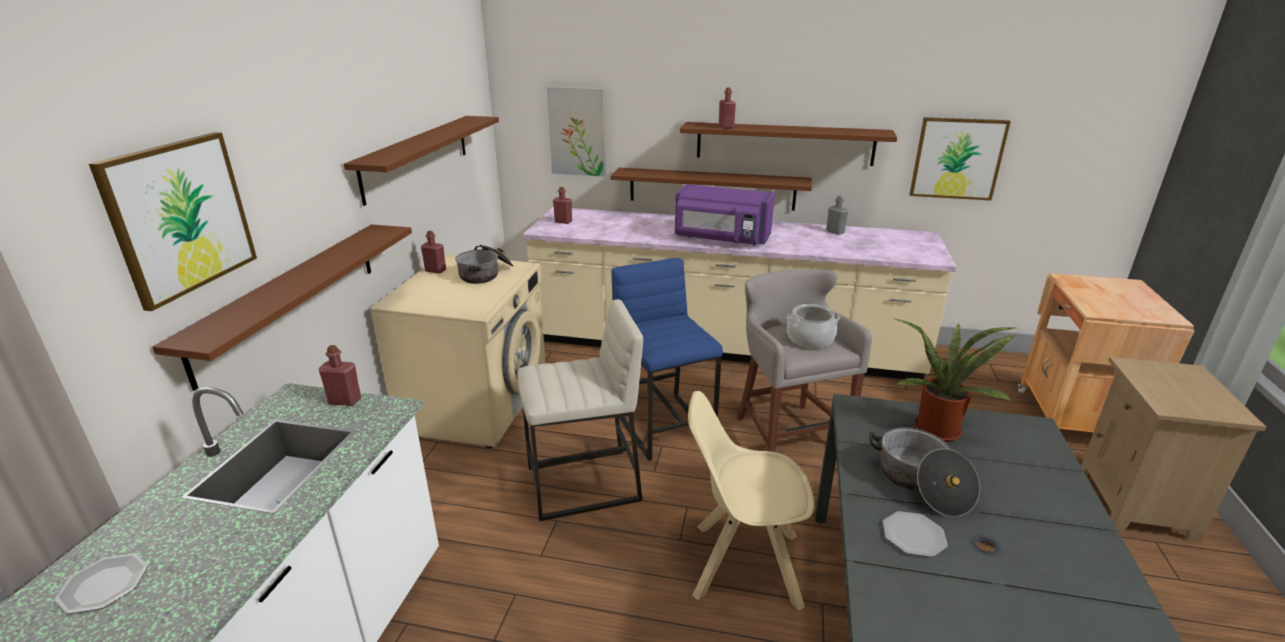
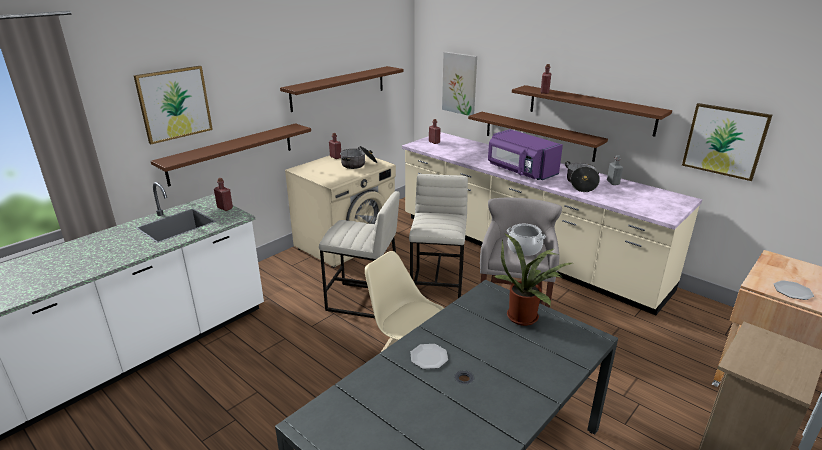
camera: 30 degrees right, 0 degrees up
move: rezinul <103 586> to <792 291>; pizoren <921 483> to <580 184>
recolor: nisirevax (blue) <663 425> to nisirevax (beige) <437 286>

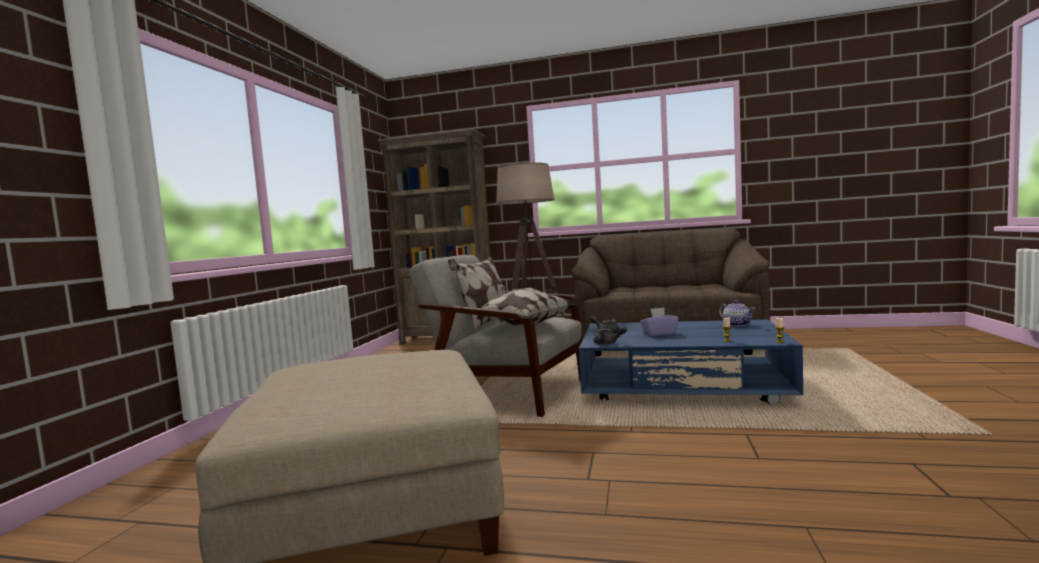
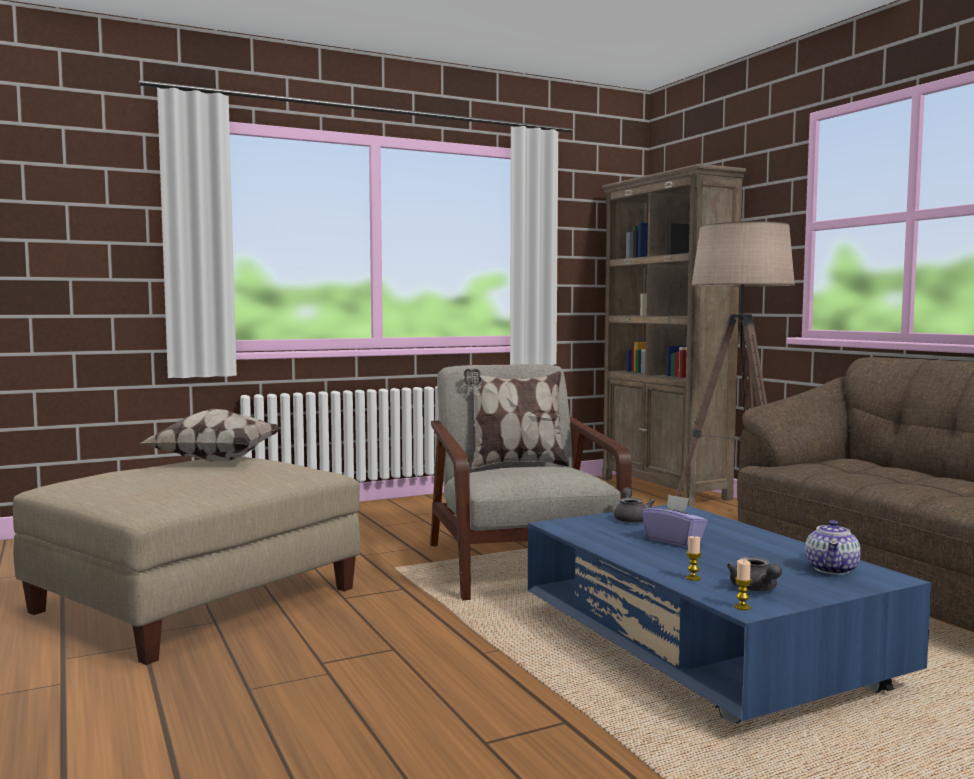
camera: 50 degrees right, 0 degrees up
move: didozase <523 326> to <215 460>; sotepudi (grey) <608 343> to <755 589>

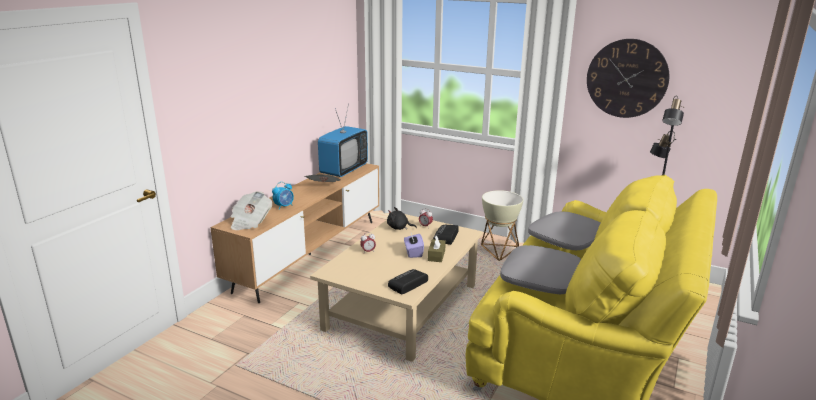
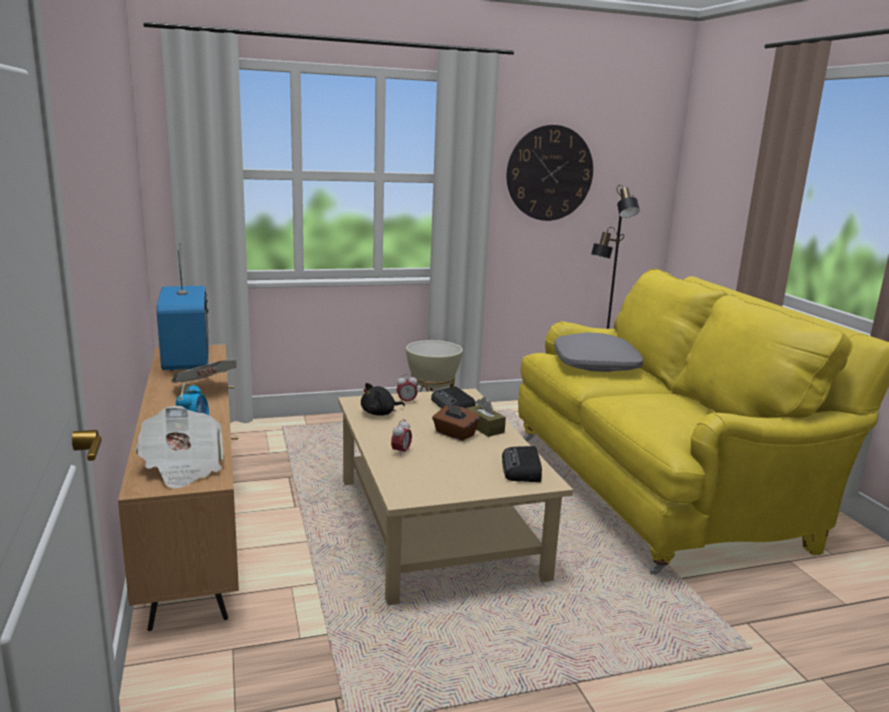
camera: 45 degrees left, 5 degrees down
delete: didozase (grey) <541 279>
recolor: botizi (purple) <413 252> to botizi (brown) <454 434>

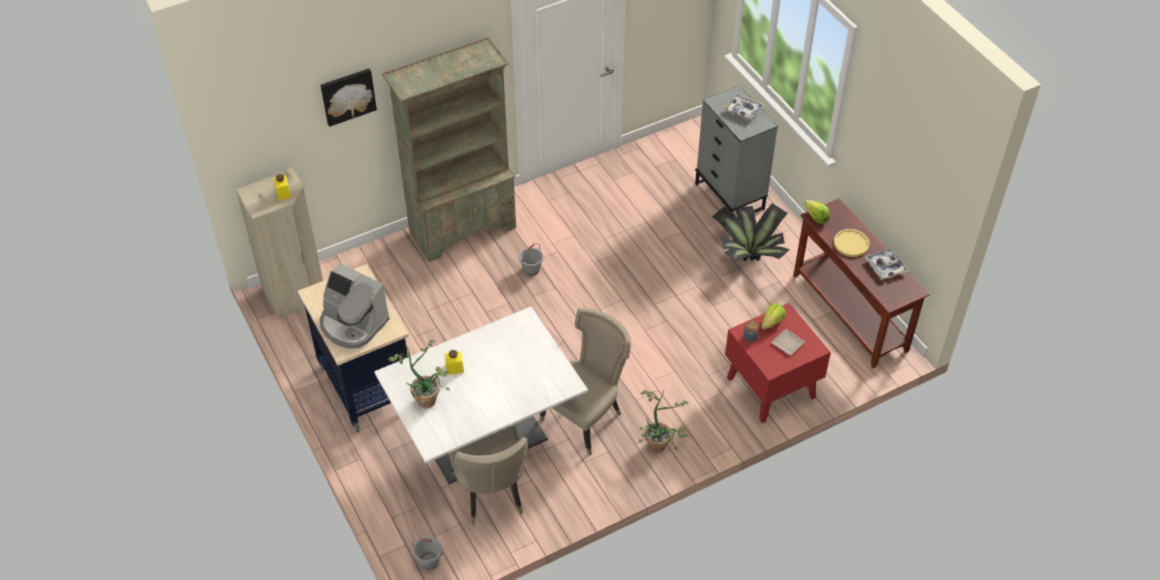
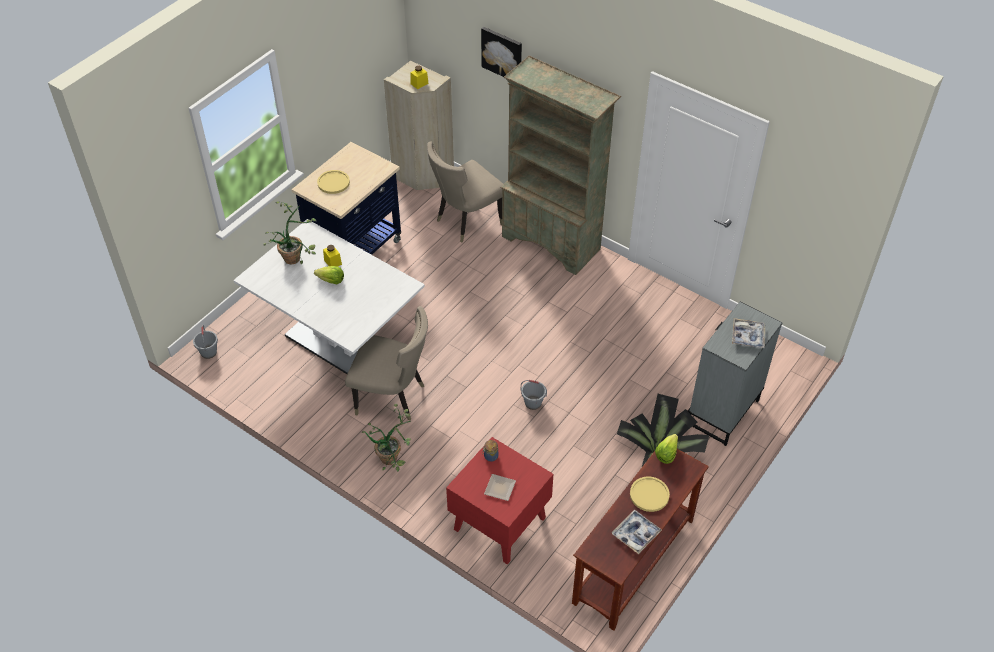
camera: 65 degrees right, 0 degrees up
move: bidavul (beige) <491 496> to <466 221>; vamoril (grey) <531 270> to <533 403>; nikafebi <772 322> to <331 281>
replace: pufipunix <353 324> to rezinul (yellow) <333 182>

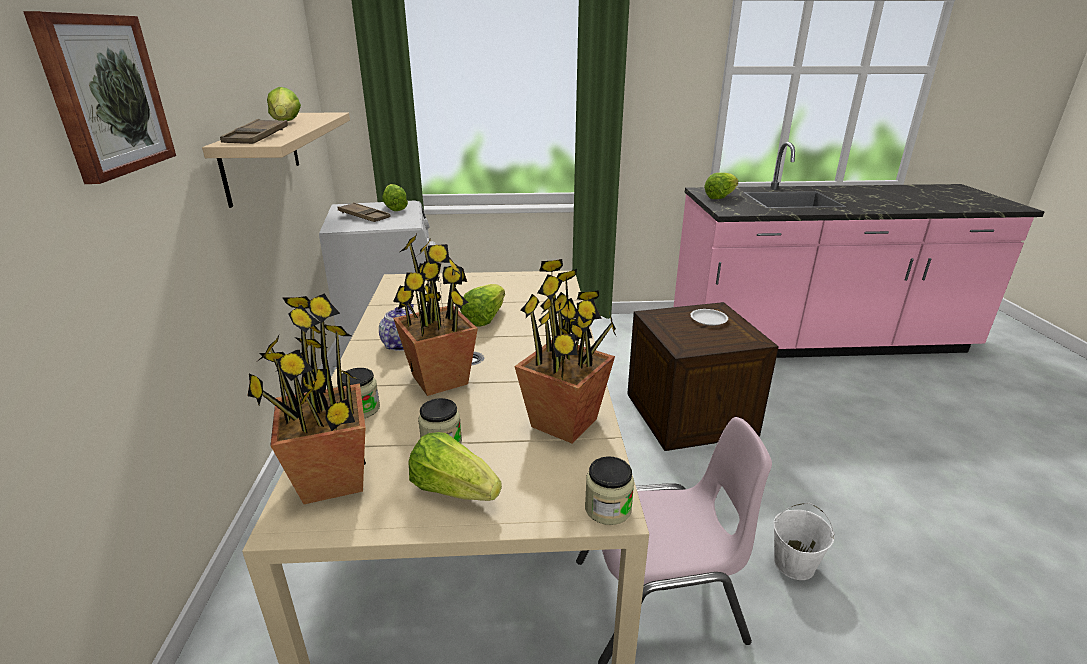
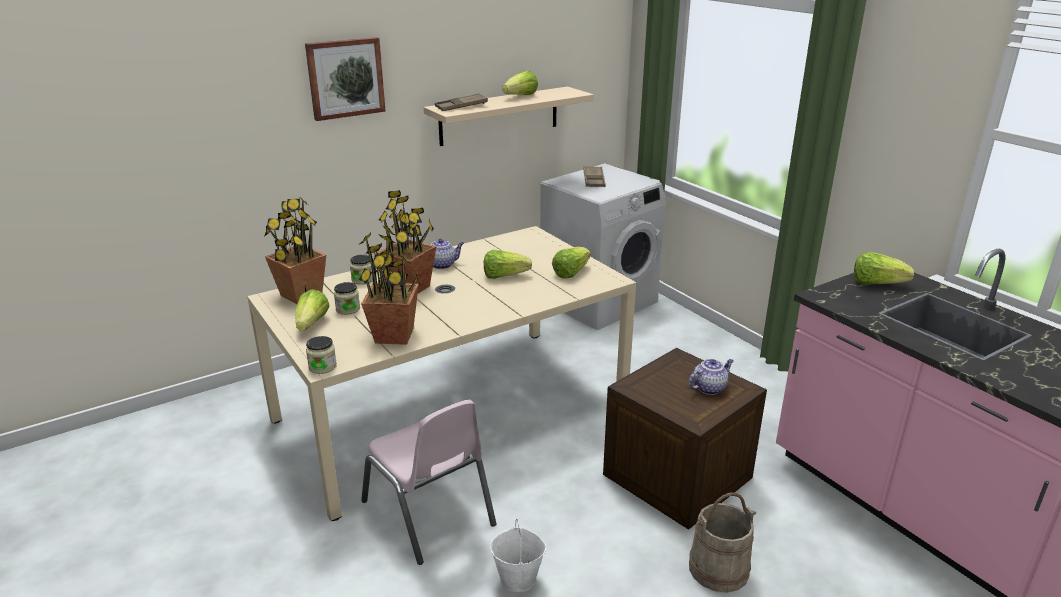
camera: 60 degrees right, 0 degrees up
insert: vamoril (beige) <718 569>
move: nikafebi <395 208> to <571 273>
replace: rezinul (white) <708 319> to sotepudi <709 388>

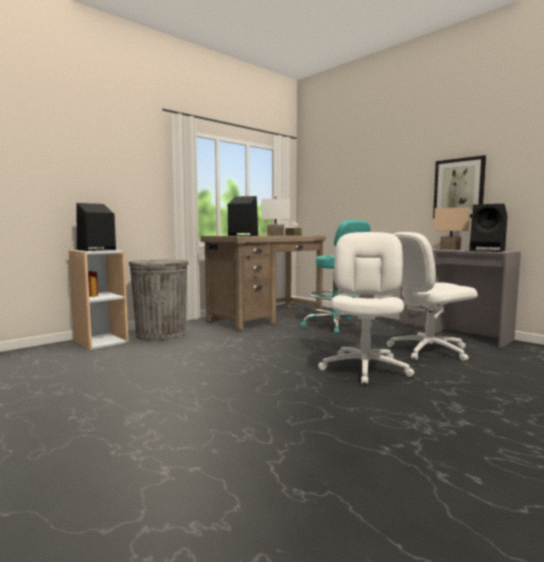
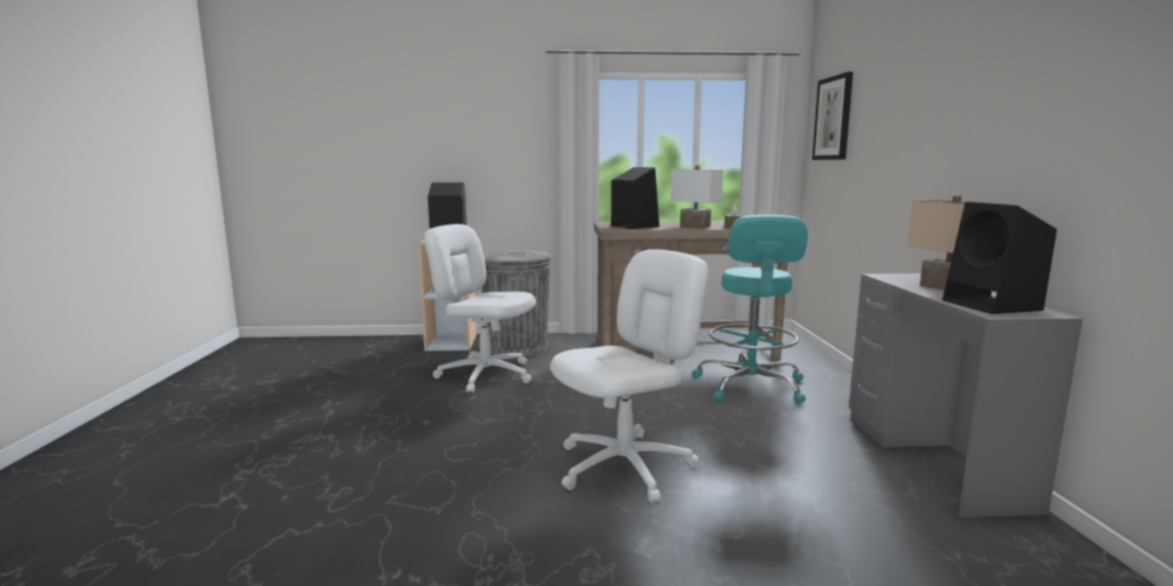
camera: 40 degrees right, 5 degrees up
move: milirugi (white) <428 350> to <486 374>; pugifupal <459 188> to <833 118>

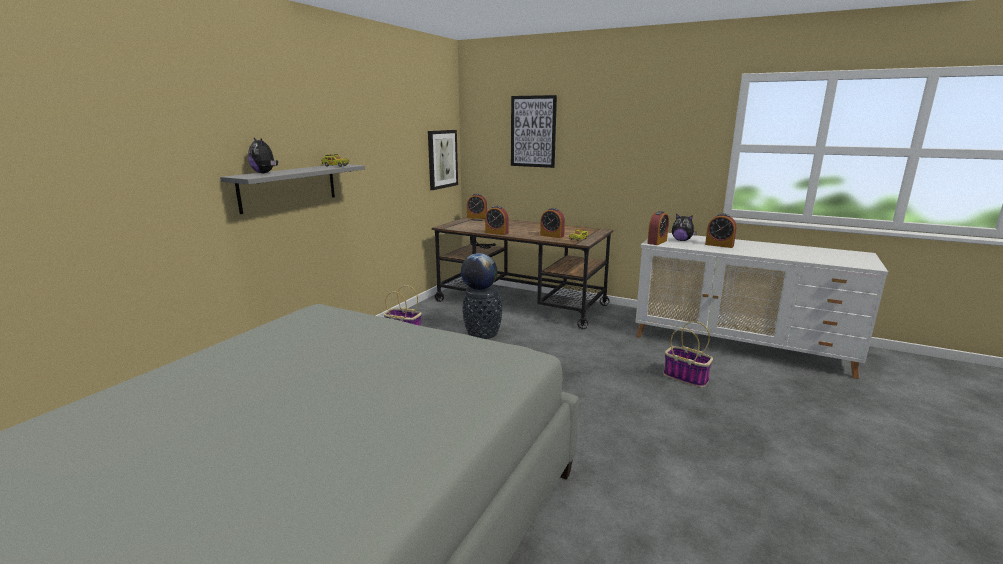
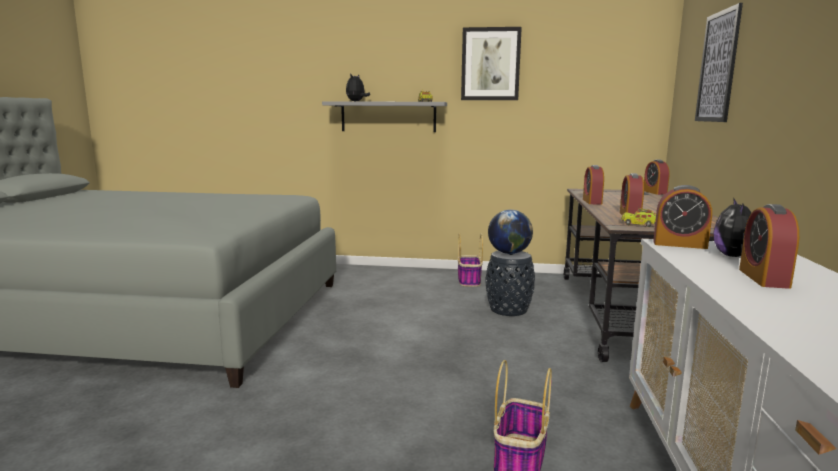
camera: 70 degrees right, 5 degrees down
move: pugifupal <442 159> to <490 64>

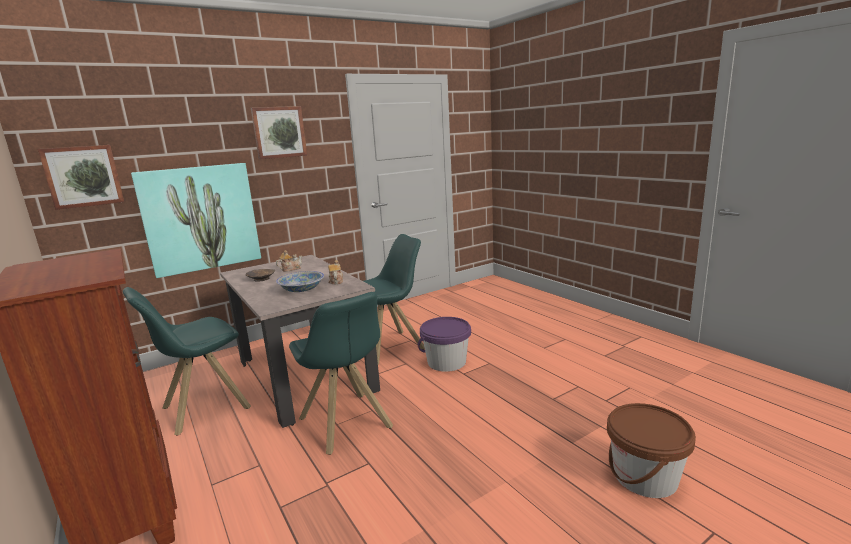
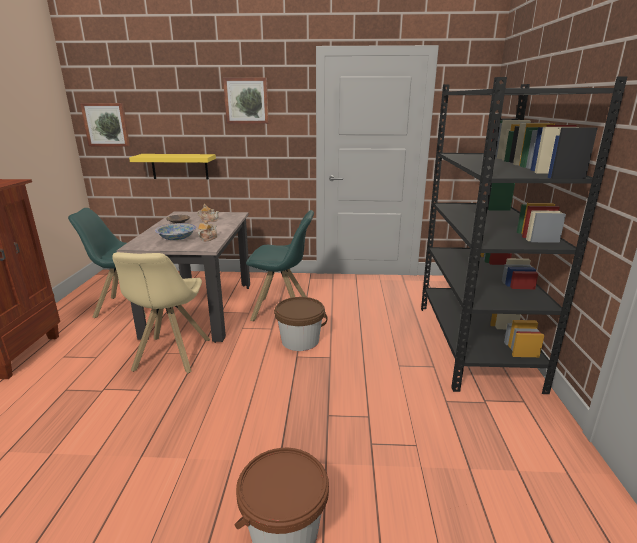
camera: 35 degrees right, 5 degrees up
insert: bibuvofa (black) <474 344>
replace: pugifupal <200 218> to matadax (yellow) <180 166>
recolor: bidavul (turquoise) <346 423> to bidavul (beige) <171 355>; vamoril (purple) <446 362> to vamoril (brown) <300 341>

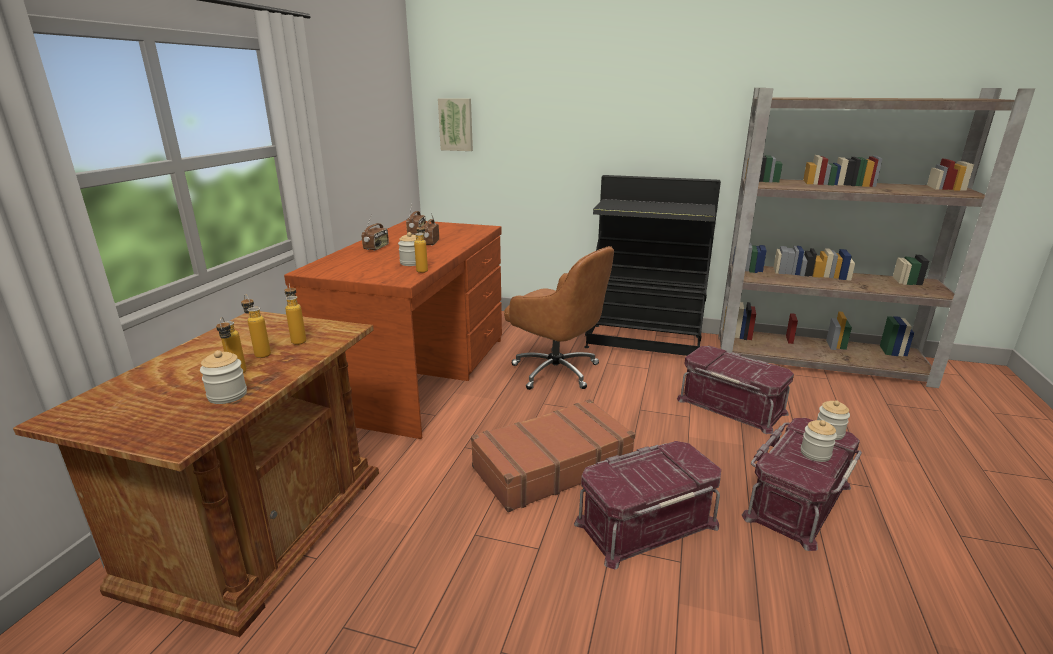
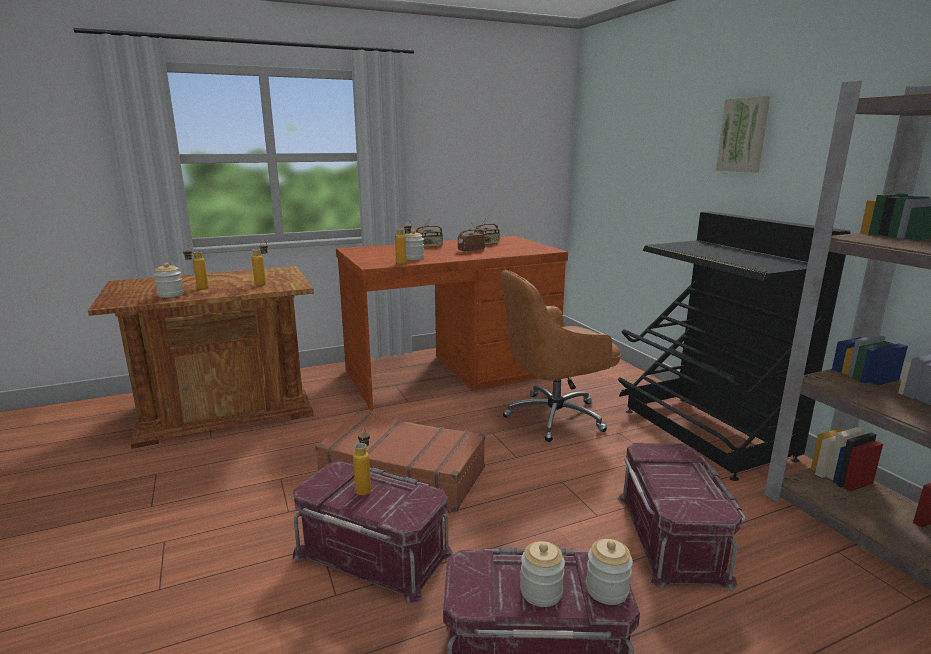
camera: 50 degrees right, 5 degrees down
move: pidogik <260 353> to <364 487>; pugifupal <456 124> to <744 135>
rotate: milirugi (brown) <555 371> = <554 416> 75 degrees clockwise

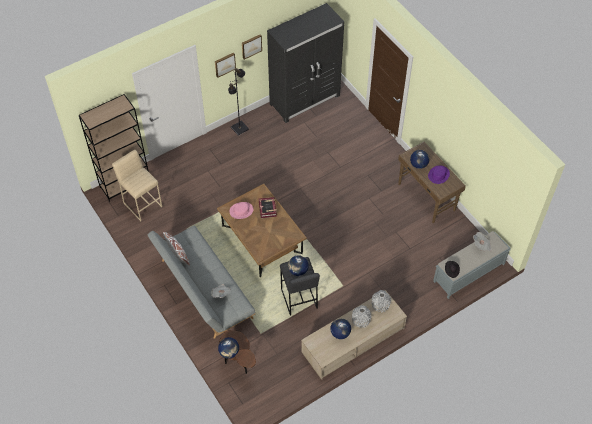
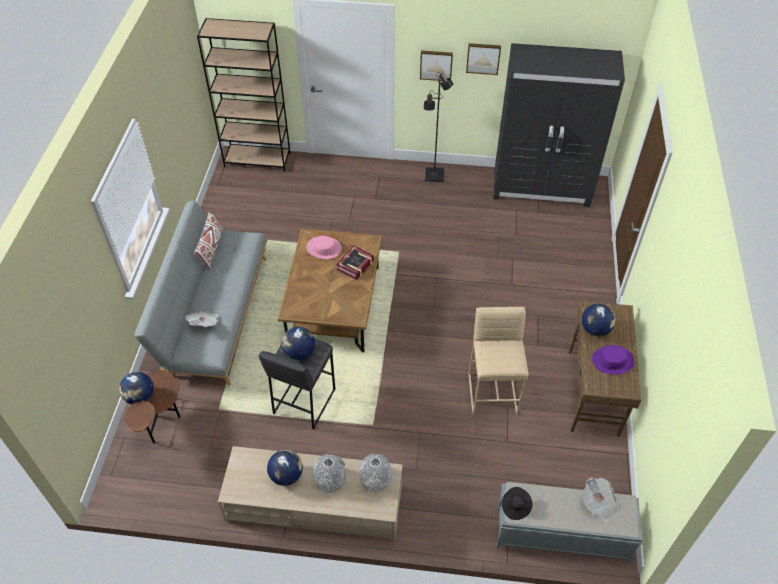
camera: 40 degrees right, 5 degrees down
move: nisirevax (beige) <142 204> to <492 393>

